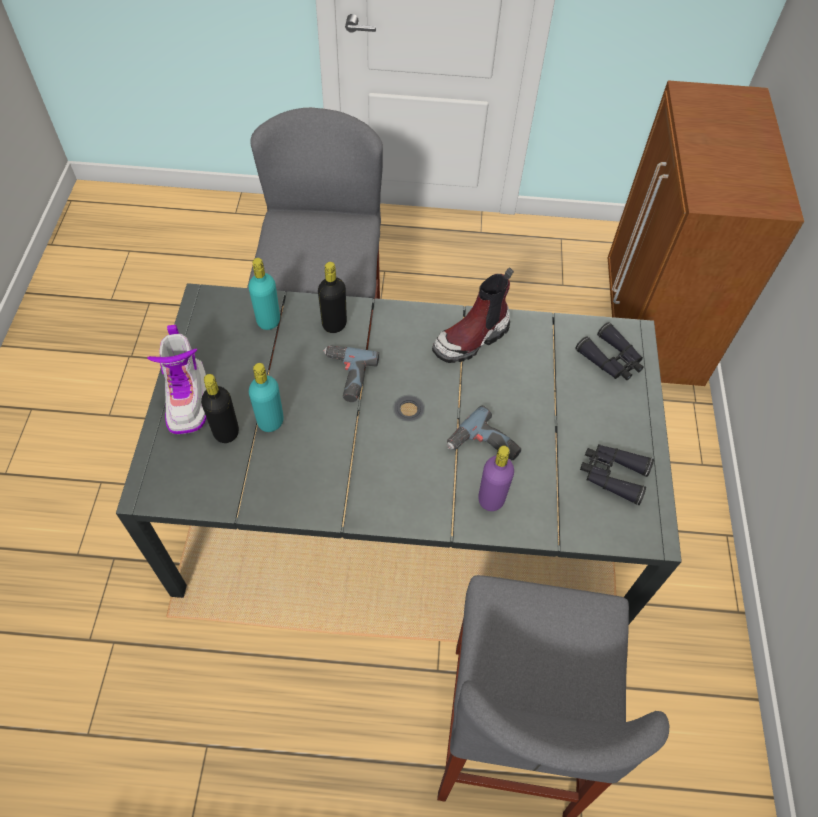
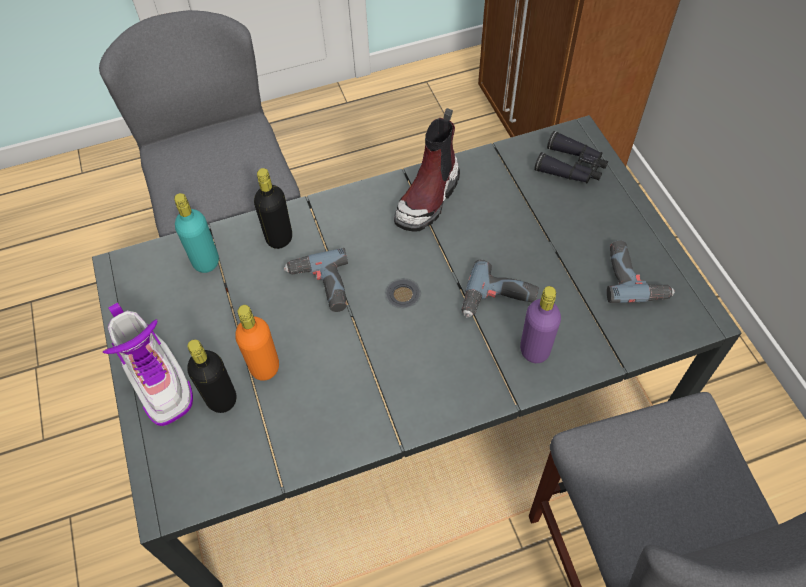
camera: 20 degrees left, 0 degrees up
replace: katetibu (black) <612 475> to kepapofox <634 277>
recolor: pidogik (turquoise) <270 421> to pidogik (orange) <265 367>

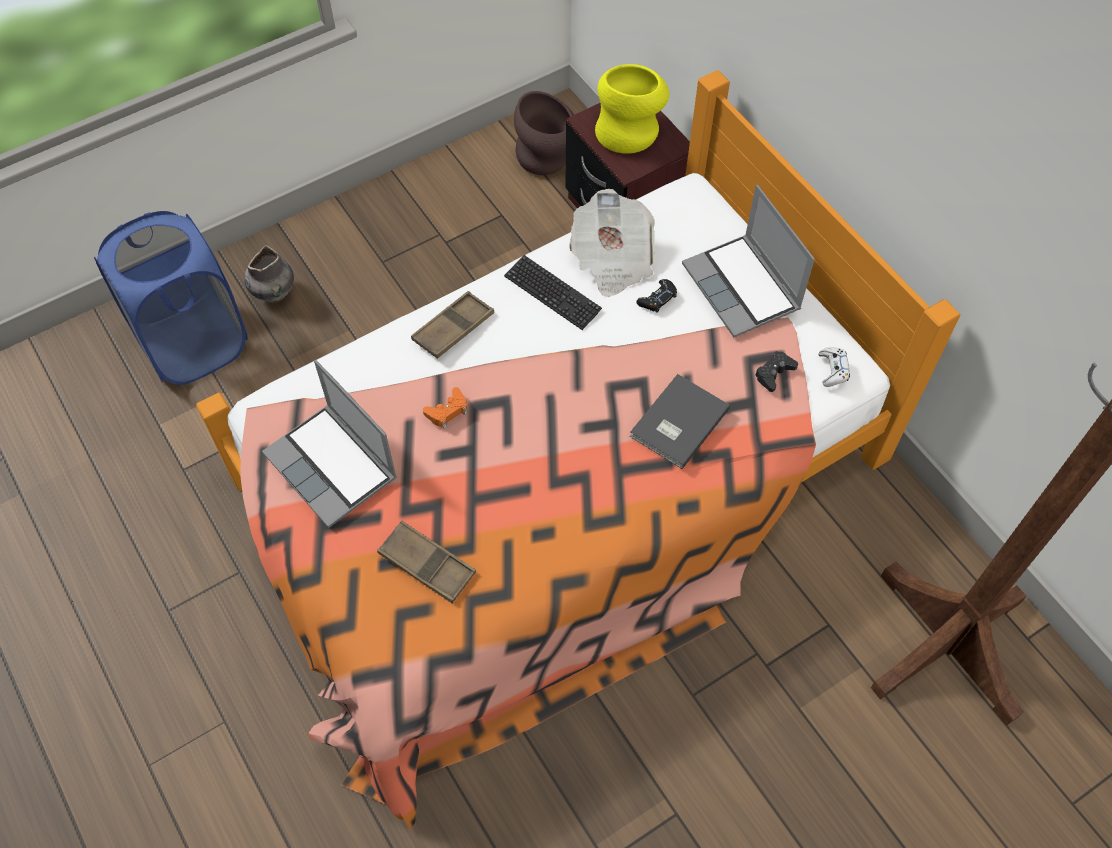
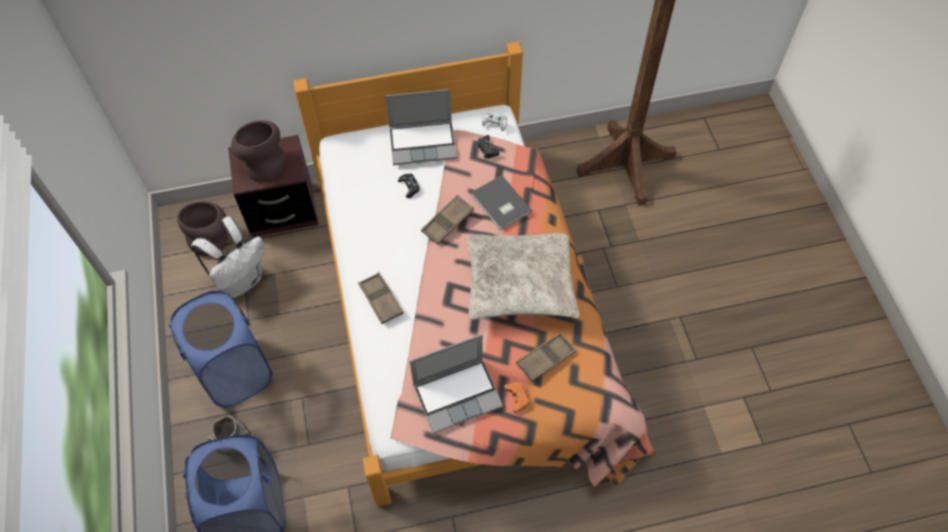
camera: 70 degrees left, 0 degrees up
delete: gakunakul <552 293>; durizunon <612 259>
insert: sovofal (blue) <235 372>; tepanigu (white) <241 280>; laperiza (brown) <447 222>; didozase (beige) <520 284>
move: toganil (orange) <447 411> to <517 397>
recolor: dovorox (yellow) <628 130> to dovorox (brown) <263 163>

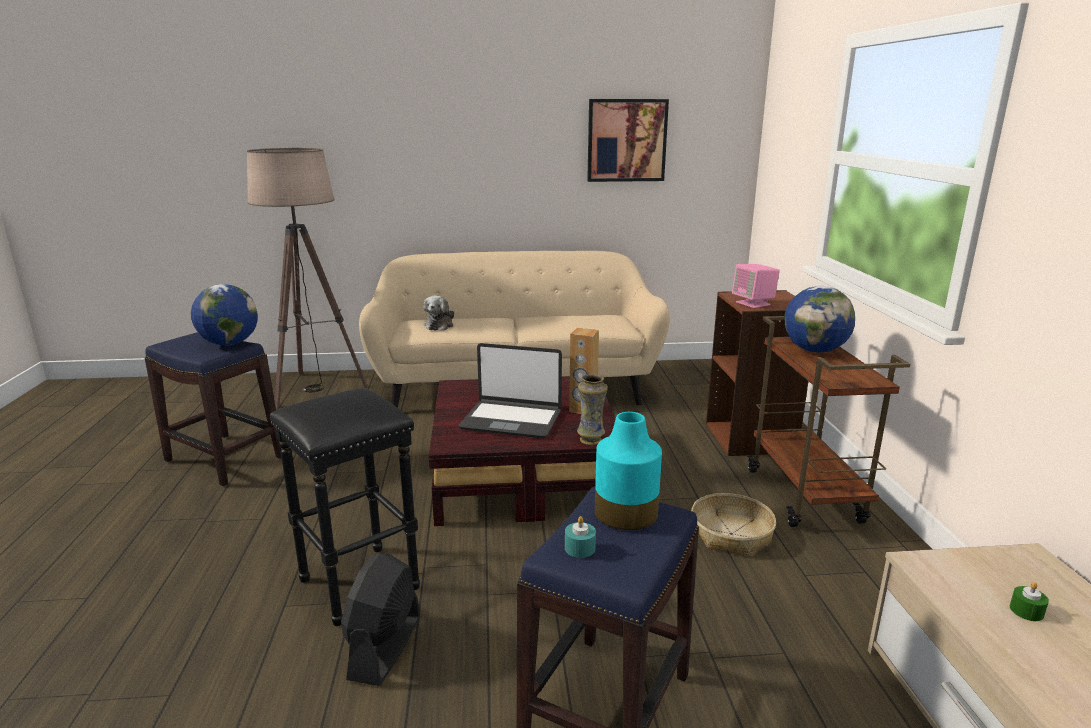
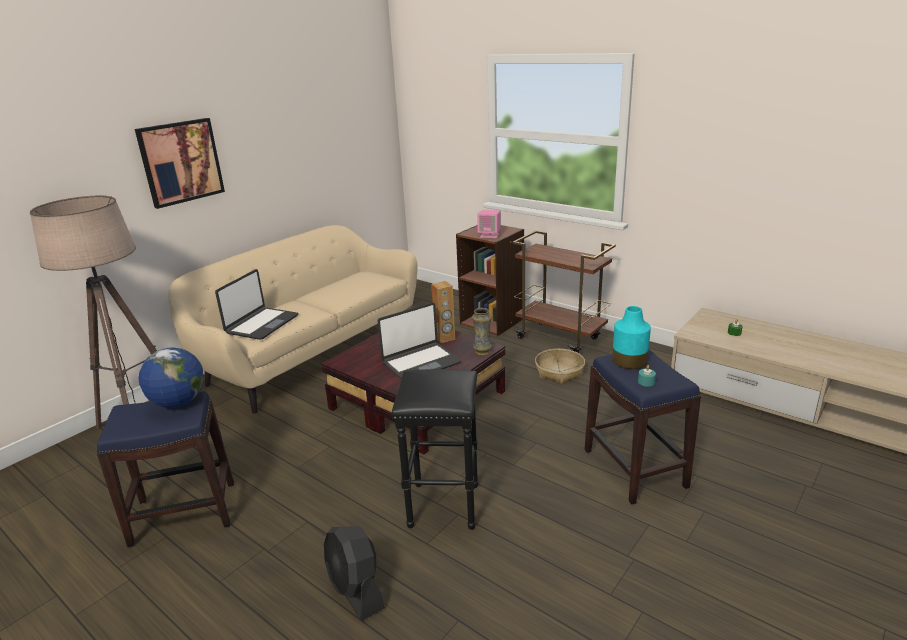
camera: 45 degrees left, 5 degrees up
delete: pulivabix <814 350>
move: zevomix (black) <385 647> to <356 590>; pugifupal <626 140> to <181 162>
replace: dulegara <439 325> to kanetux <261 324>

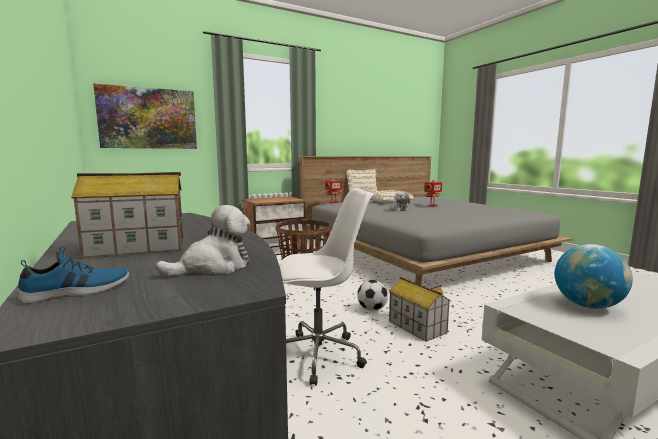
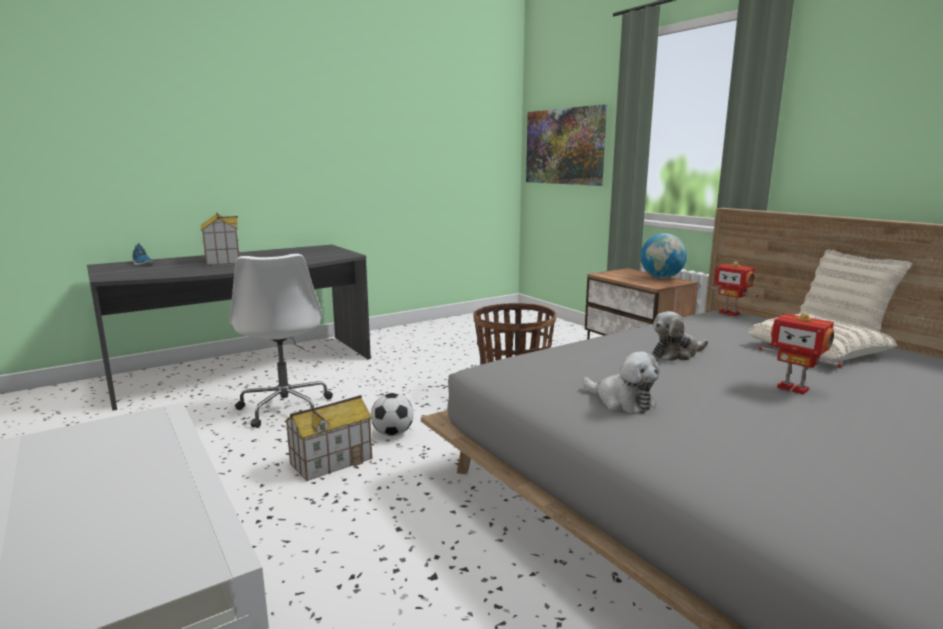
camera: 85 degrees right, 5 degrees up
move: dulegara <213 267> to <621 401>; pulivabix <587 306> to <661 278>

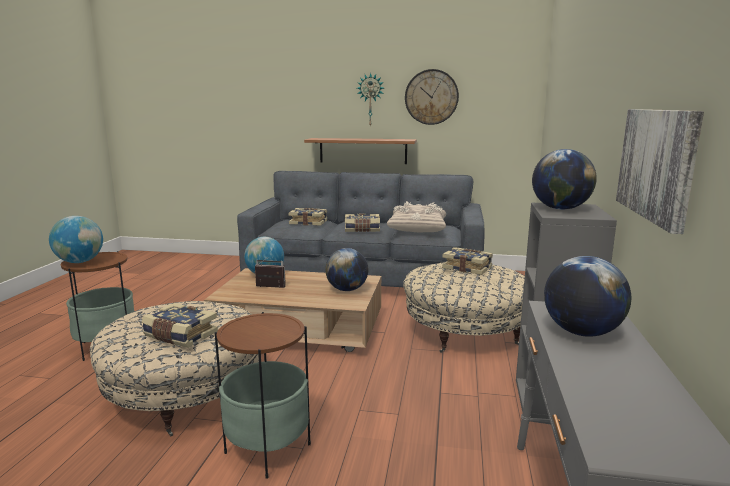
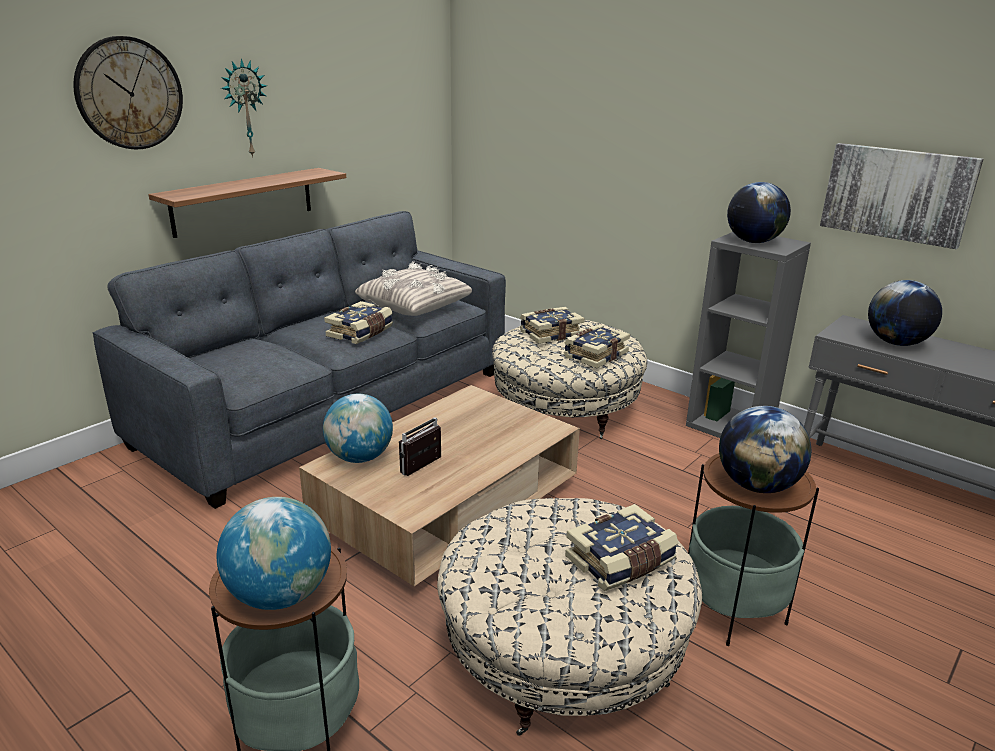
camera: 60 degrees left, 10 degrees up
move: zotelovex <308 222> to <595 355>; pulivabix <347 289> to <757 485>; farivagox <431 97> to <129 93>

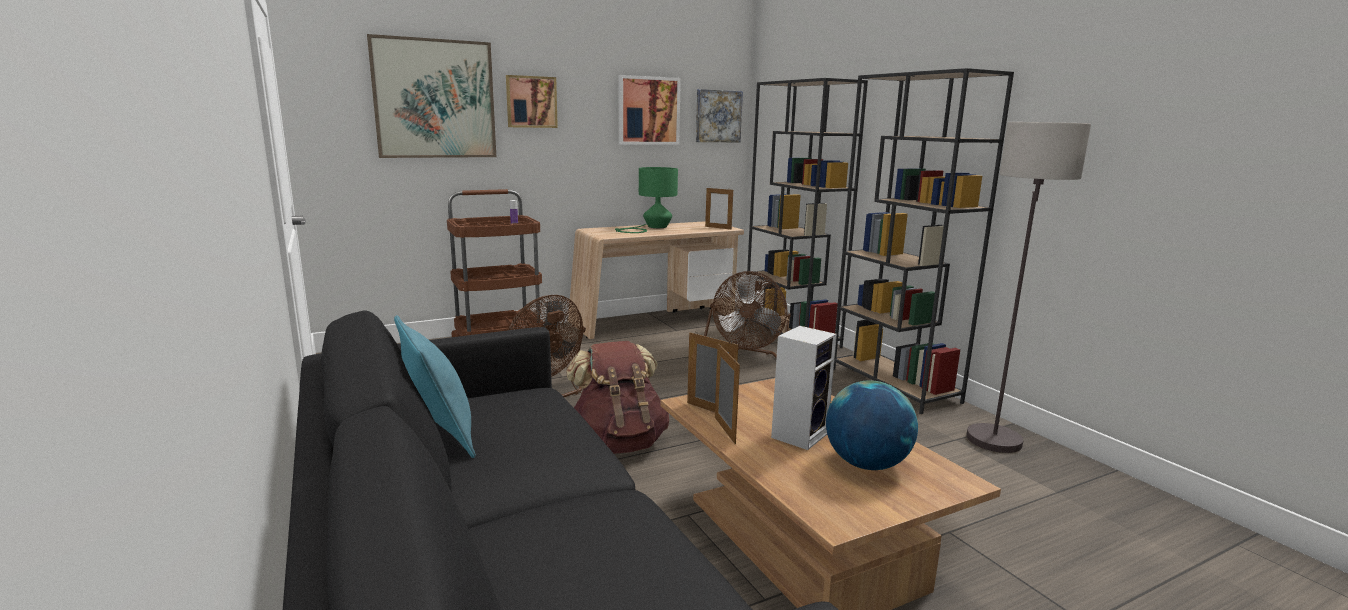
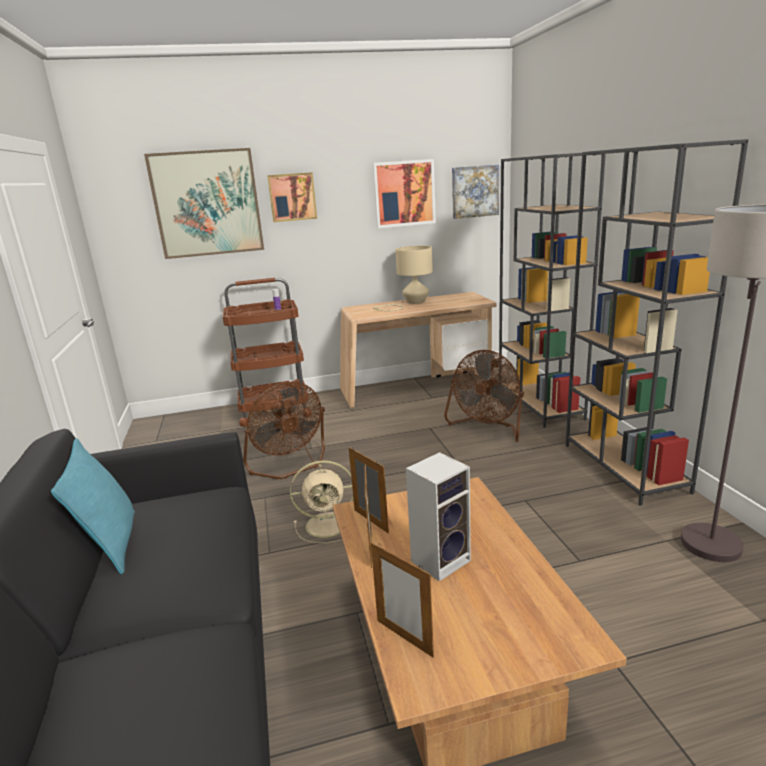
camera: 15 degrees right, 5 degrees up
delete: pulivabix <866 464>
move: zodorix <718 228> to <404 638>
replace: tepanigu (brown) <618 443> to zevomix (beige) <329 524>
recolor: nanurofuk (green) <647 228> to nanurofuk (beige) <405 304>

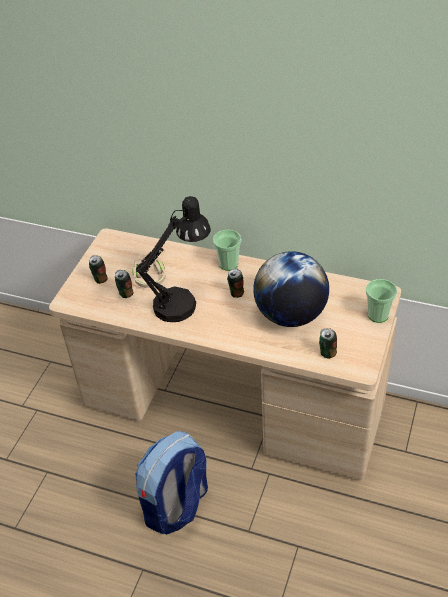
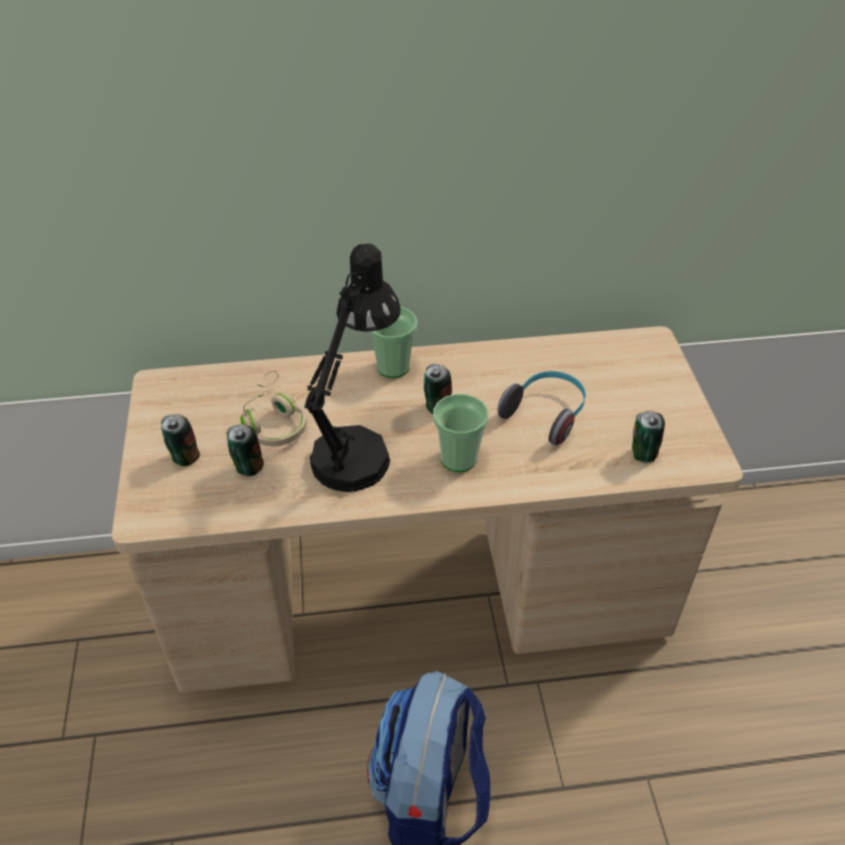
camera: 30 degrees left, 0 degrees up
move: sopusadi <378 315> to <458 459>
replace: pulivabix <291 315> to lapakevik <546 414>

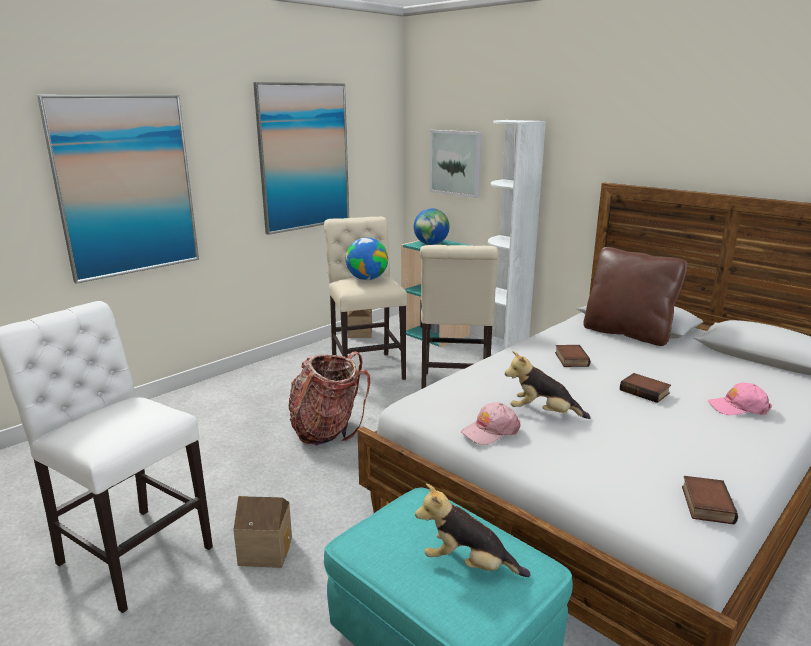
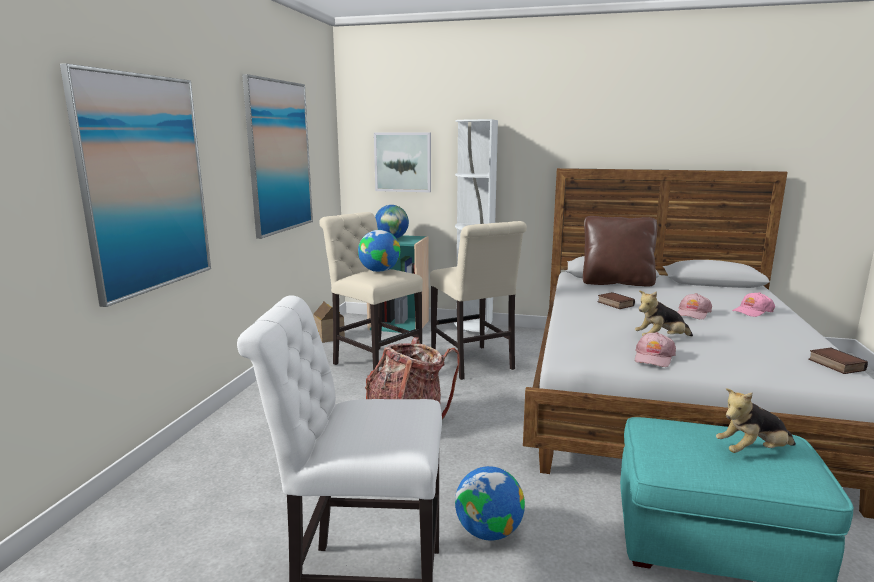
camera: 30 degrees left, 5 degrees down
replace: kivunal <266 549> to pulivabix <488 532>; zotelovex <645 391> to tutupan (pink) <693 313>

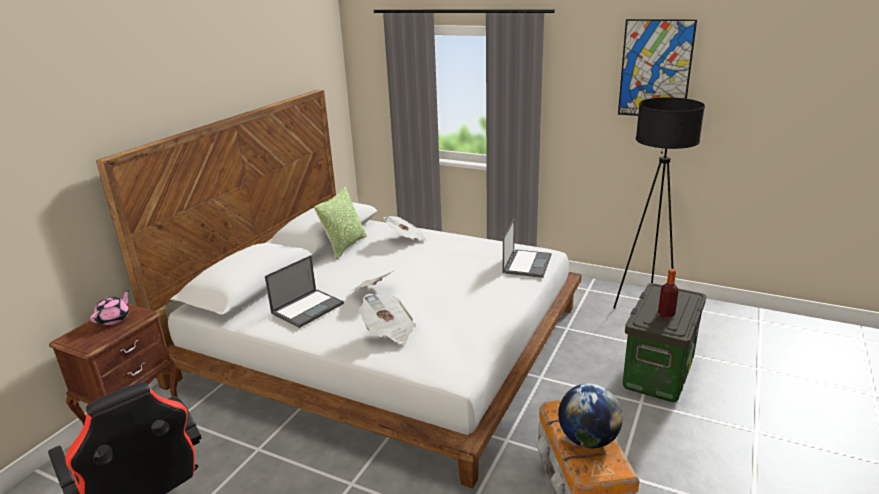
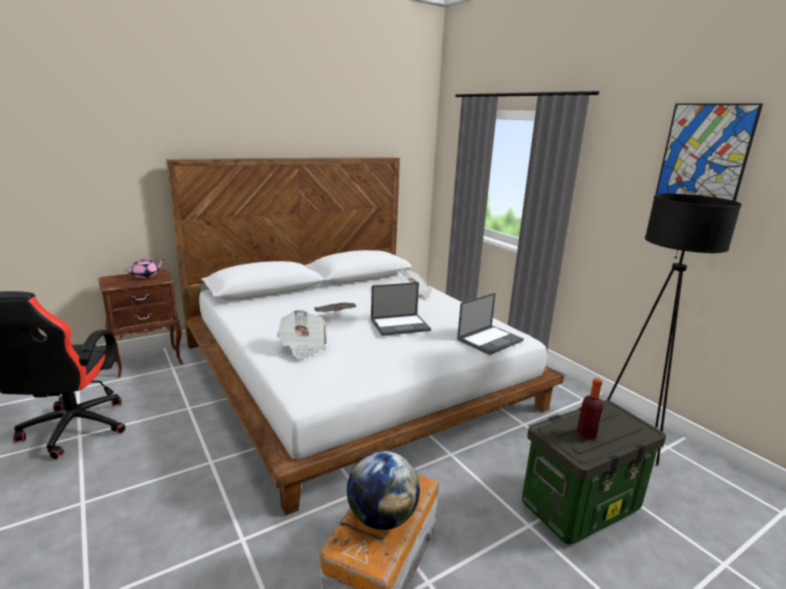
camera: 30 degrees right, 5 degrees down
delete: didozase <344 246>
move: kanetux <308 308> to <400 325>

